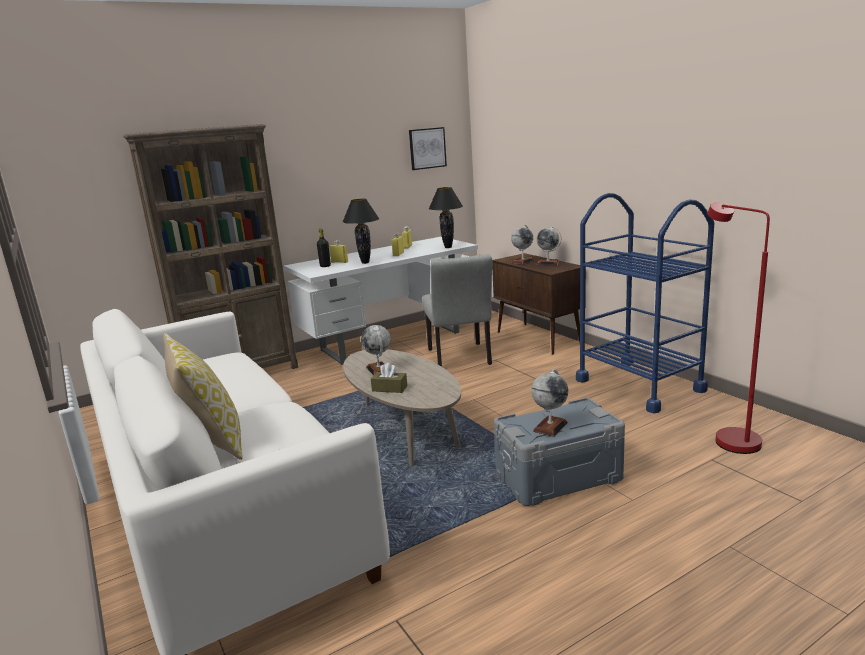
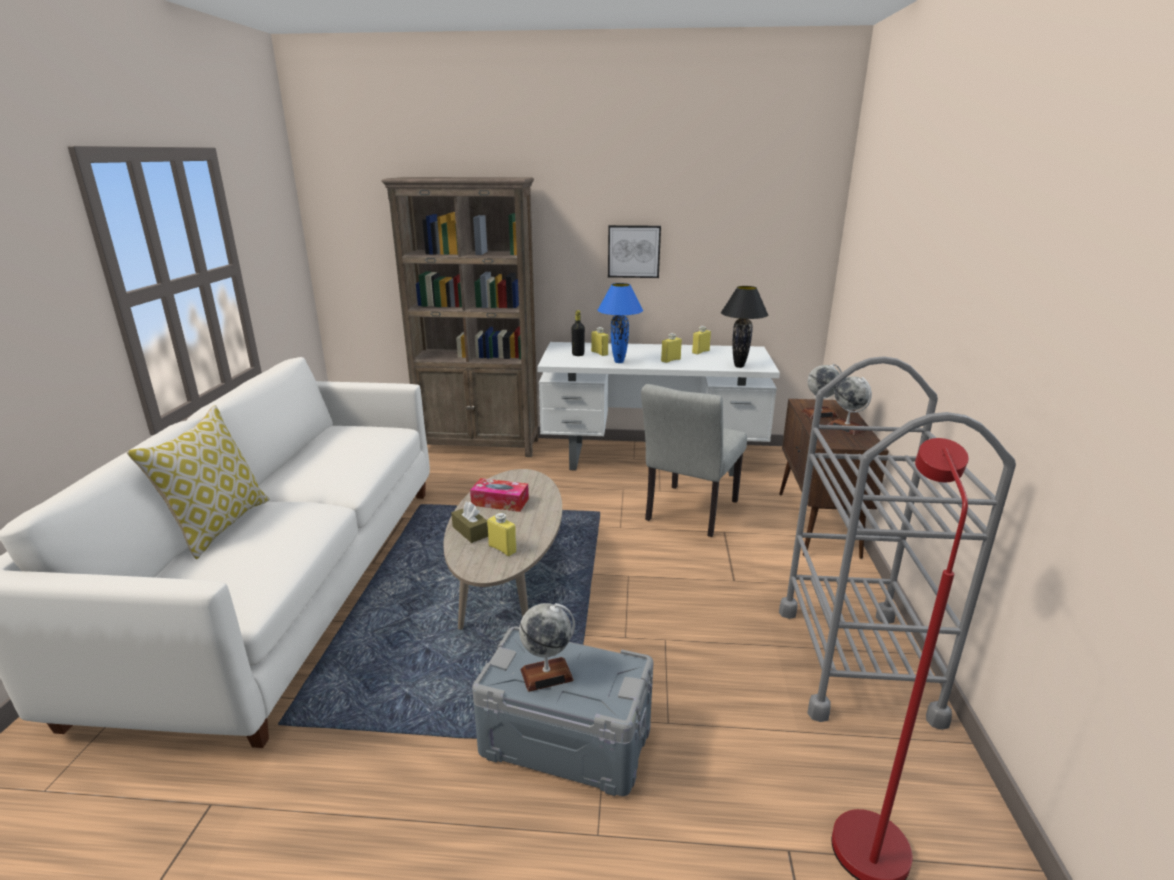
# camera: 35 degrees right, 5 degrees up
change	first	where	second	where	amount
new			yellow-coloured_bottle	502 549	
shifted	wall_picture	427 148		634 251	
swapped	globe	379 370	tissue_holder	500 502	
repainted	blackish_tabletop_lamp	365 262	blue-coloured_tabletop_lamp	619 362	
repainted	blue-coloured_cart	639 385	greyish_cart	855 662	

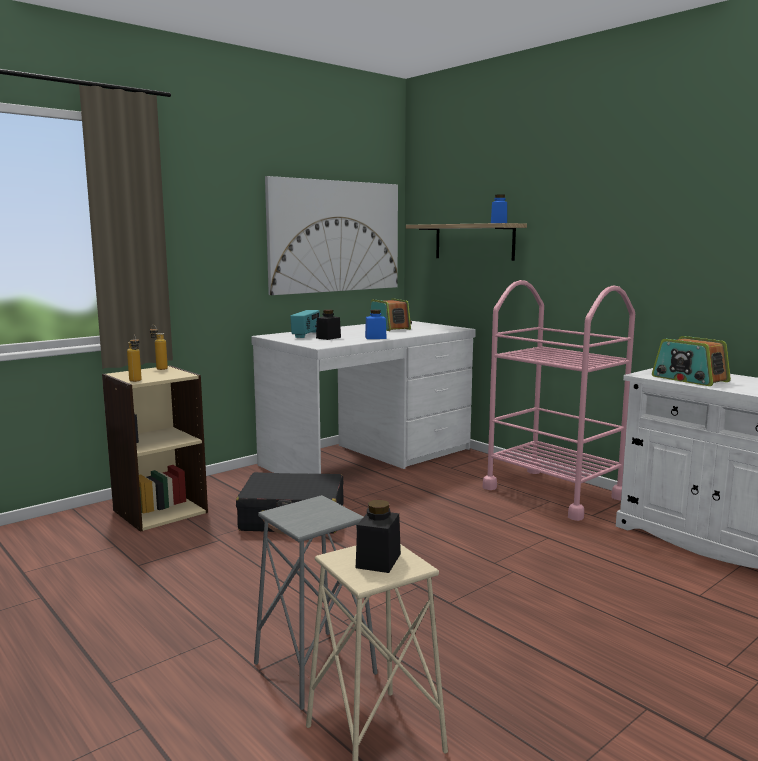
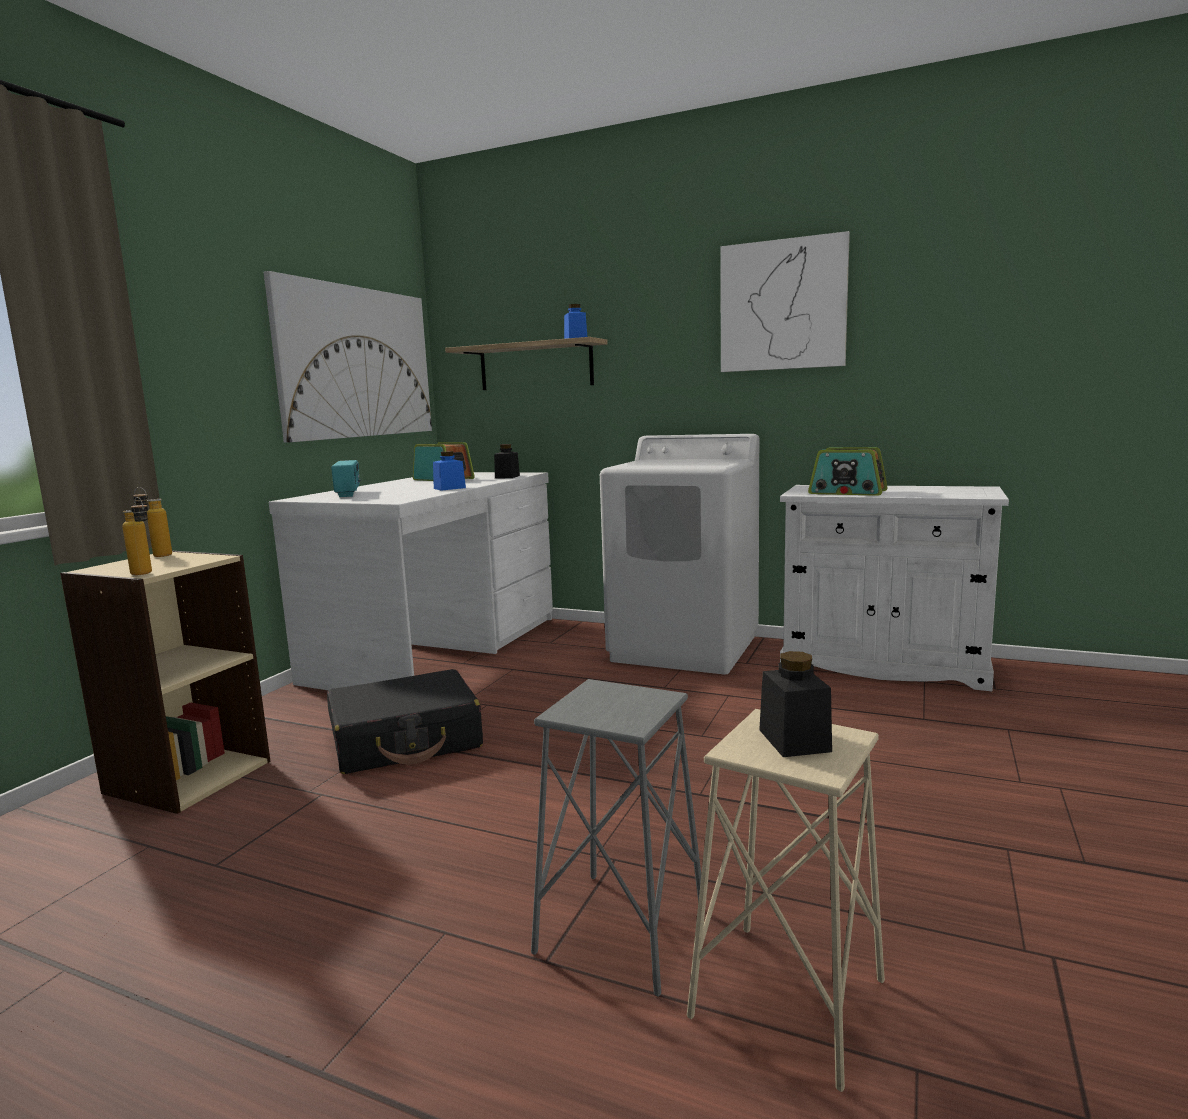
# camera: 25 degrees left, 0 degrees up
change	first	where	second	where	amount
new			wall_picture	783 305	
shifted	blackish_storage_jar	328 338		507 477	
swapped	pink-coloured_cart	553 493	white_washing_machine	685 648	

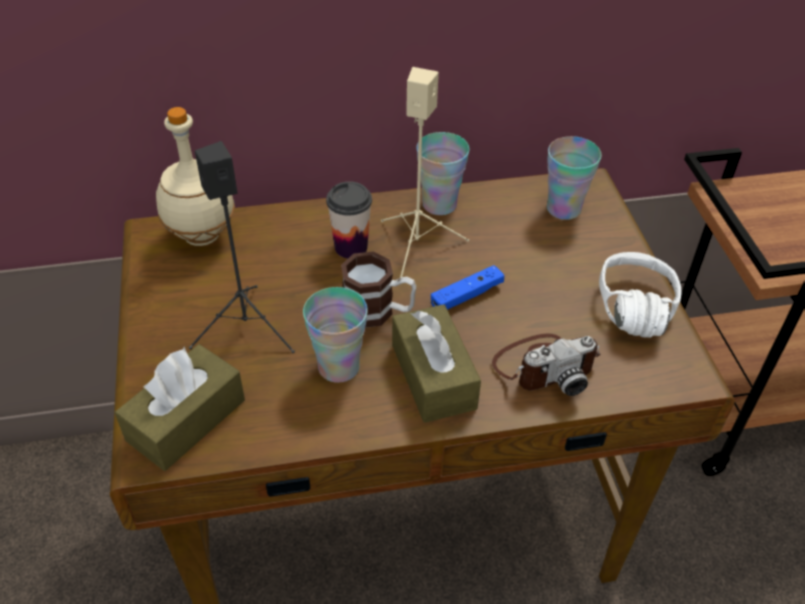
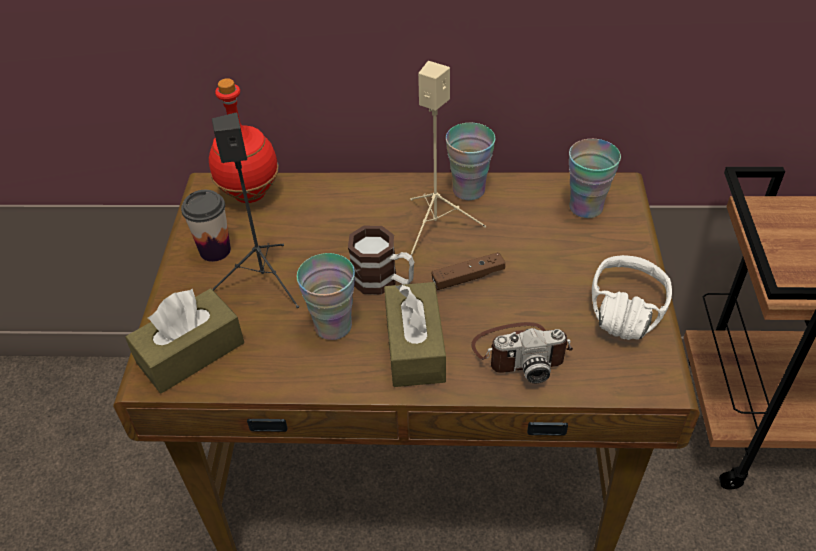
# camera: 15 degrees right, 0 degrees up
change	first	where	second	where	amount
shifted	small_cup	351 247		215 250	
repainted	beige-coloured_bottle	201 236	red_bottle	249 195	
repainted	blue-coloured_gamepad	467 295	brownish_gamepad	468 277	

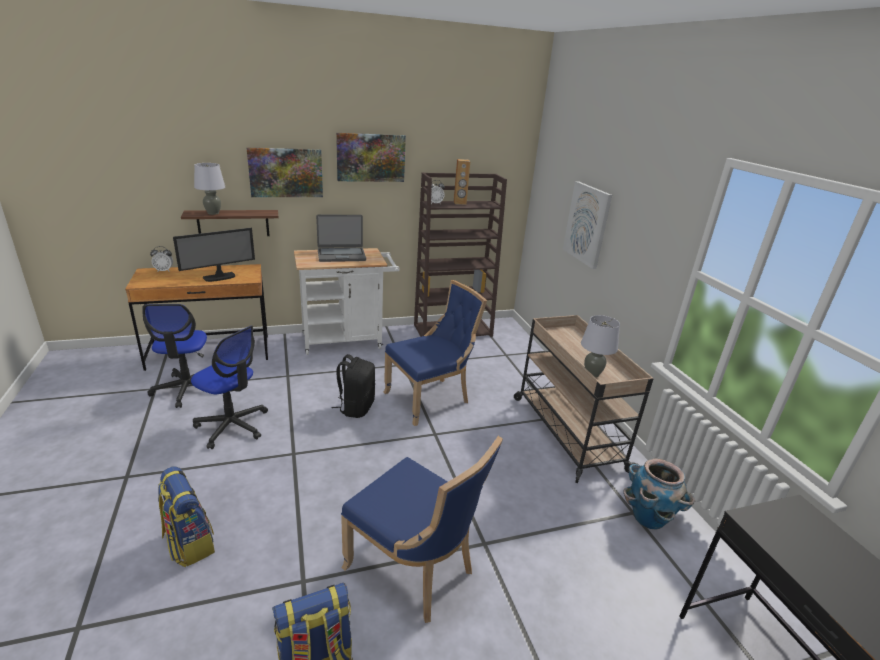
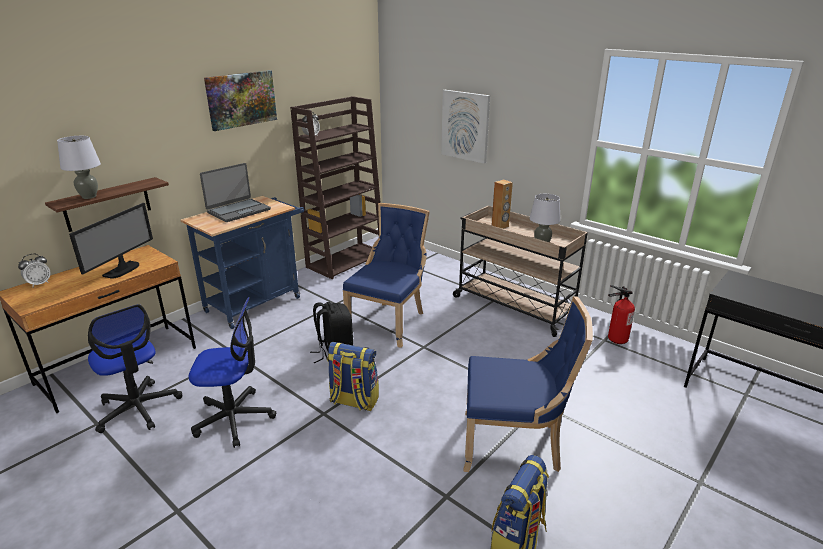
# camera: 30 degrees left, 0 degrees up
change	first	where	second	where	amount
gone	wall_picture	286 172			
shifted	rucksack	189 543		353 401	
shifted	brownish_loudspeaker	460 203		500 226	
swapped	flower_pot	648 518	extinguisher	615 339	
repainted	white_cart	347 340	blue-coloured_cart	258 302	

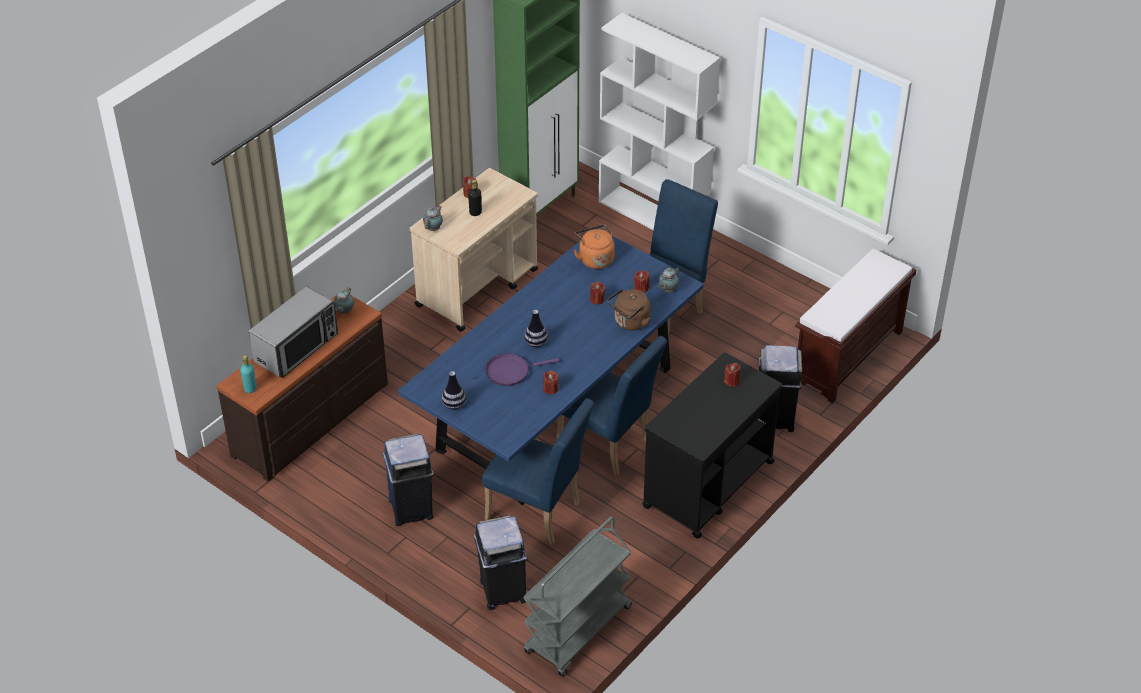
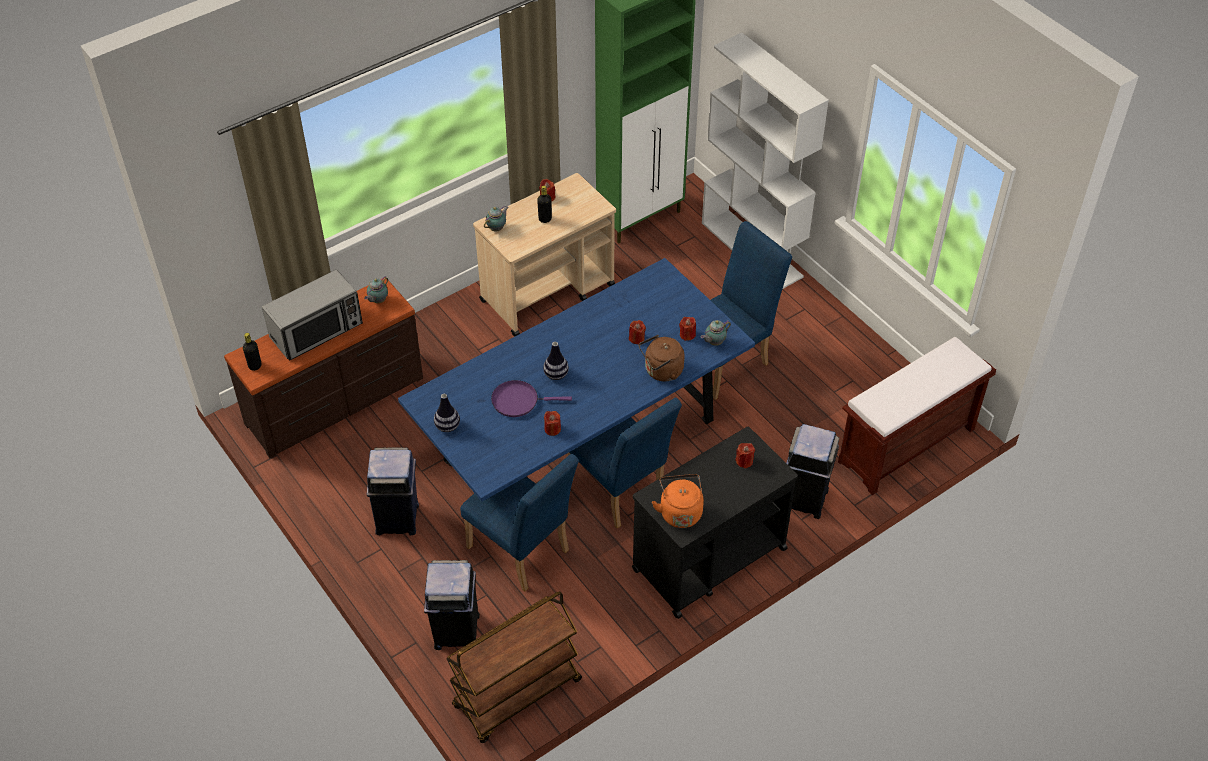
# camera: 15 degrees right, 5 degrees up
change	first	where	second	where	amount
shifted	orange-coloured_kettle	595 259		680 511	
repainted	turquoise-coloured_bottle	250 389	blackish_bottle	255 366	
repainted	greyish_cart	578 631	brownish_cart	517 695	

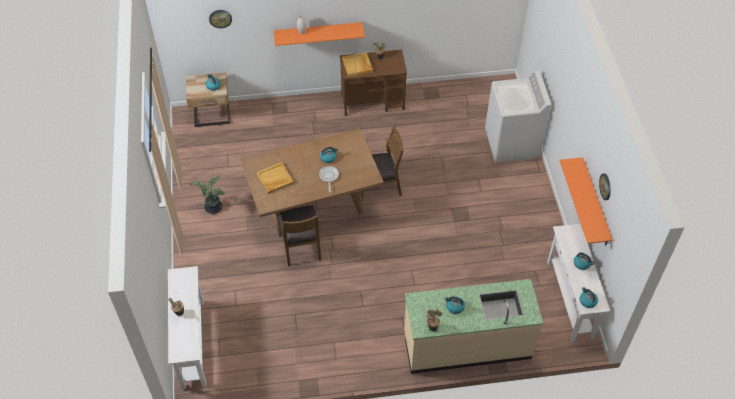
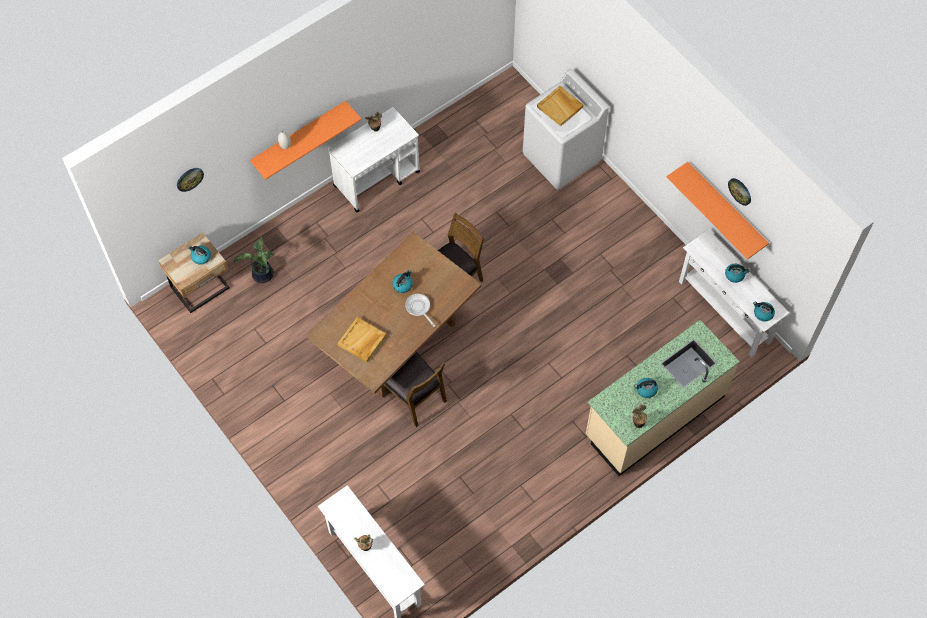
# camera: 30 degrees left, 10 degrees up
change	first	where	second	where	amount
shifted	potted_plant	212 208		262 276	
shifted	beige-coloured_serving_tray	357 65		560 107	
repainted	brownish_cart	373 101	white_cart	377 178	

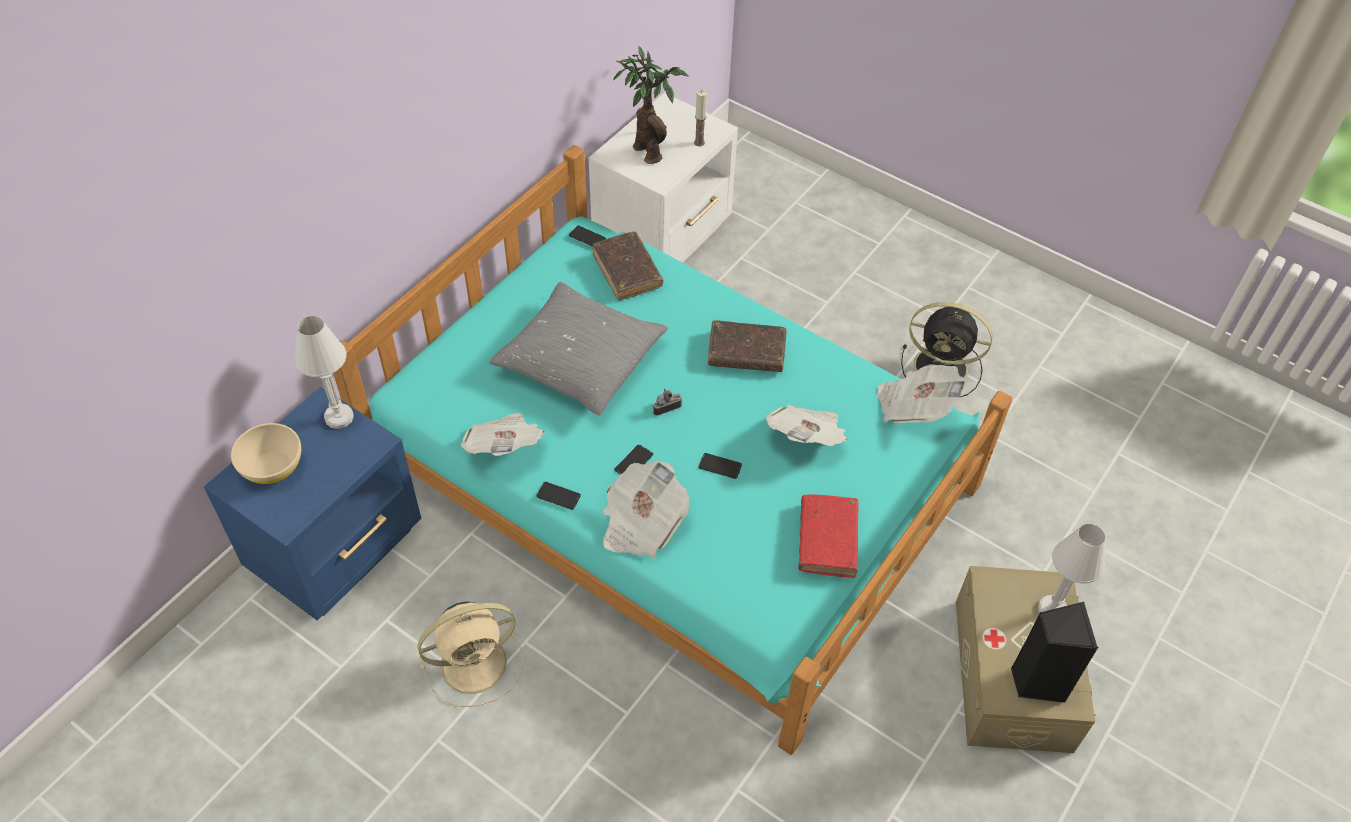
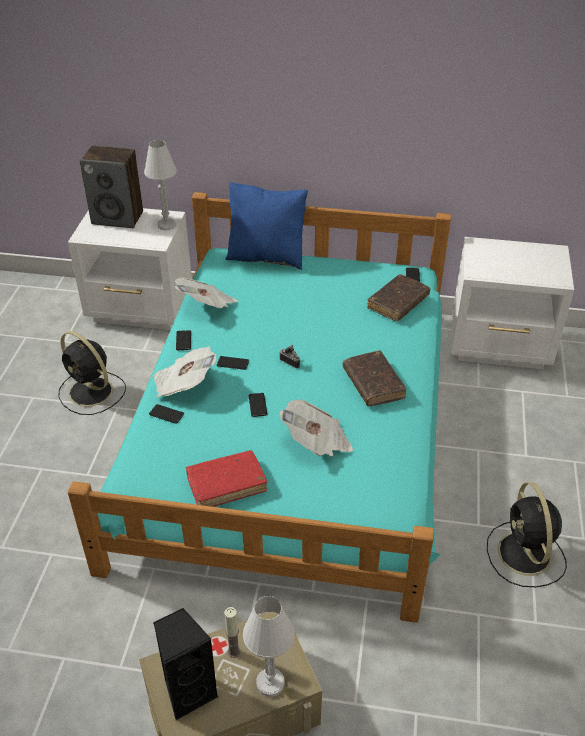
# camera: 65 degrees right, 10 degrees down
change	first	where	second	where	amount
gone	greyish_pillow	580 360			
gone	potted_plant	647 150			
gone	printed_paper	914 407			
new			phone	166 414	
new			blue-coloured_pillow	266 256	
shifted	candle	699 142		234 651	
swapped	beige-coloured_deep_dish	272 466	loudspeaker	118 217	
repainted	blue-coloured_bedside_table	339 549	white_bedside_table	141 309	
repainted	beige-coloured_cooling_fan	476 662	blackish_cooling_fan	92 392	

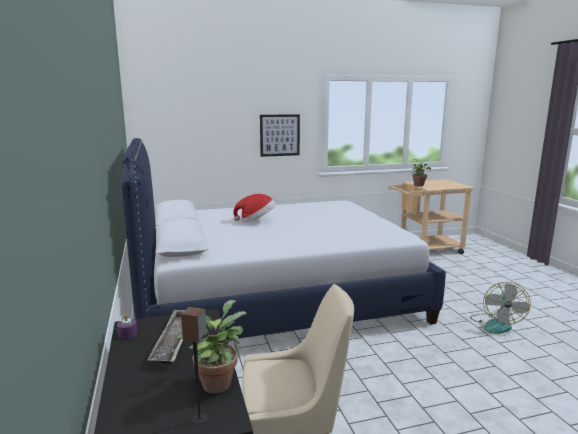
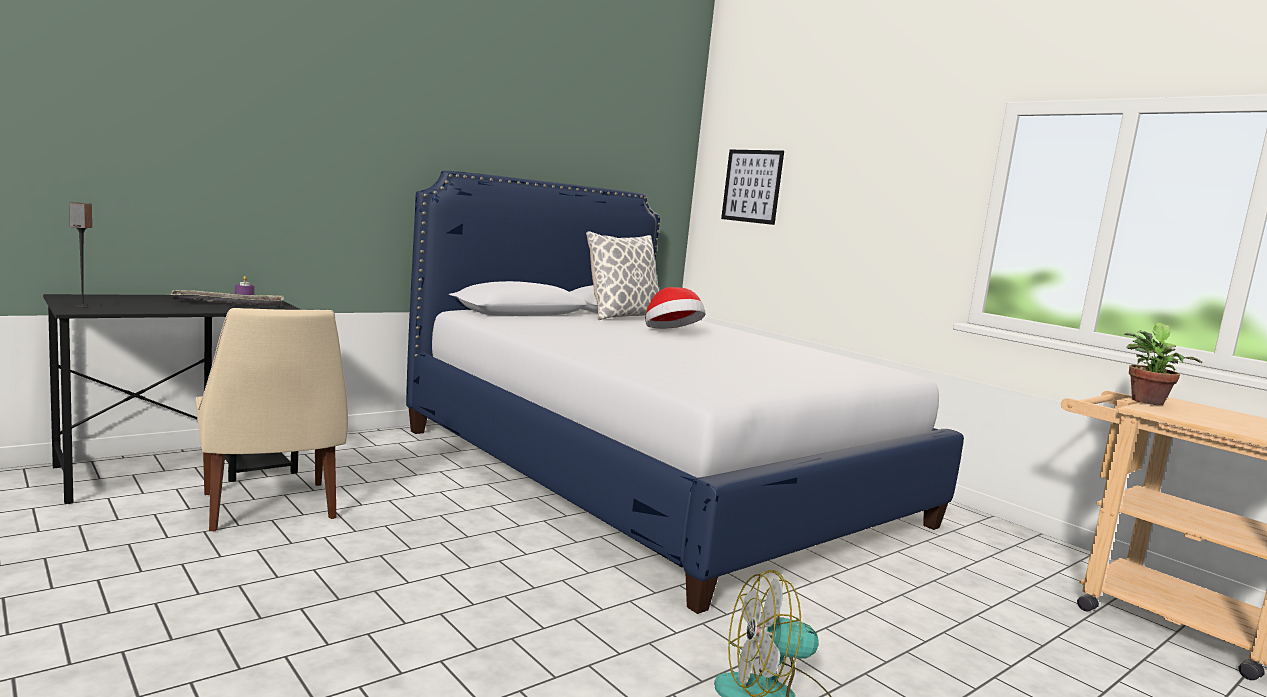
# camera: 65 degrees right, 5 degrees down
change	first	where	second	where	amount
gone	potted_plant	217 382			
new			pillow	622 317	
shifted	wall_picture	279 135		752 186	

